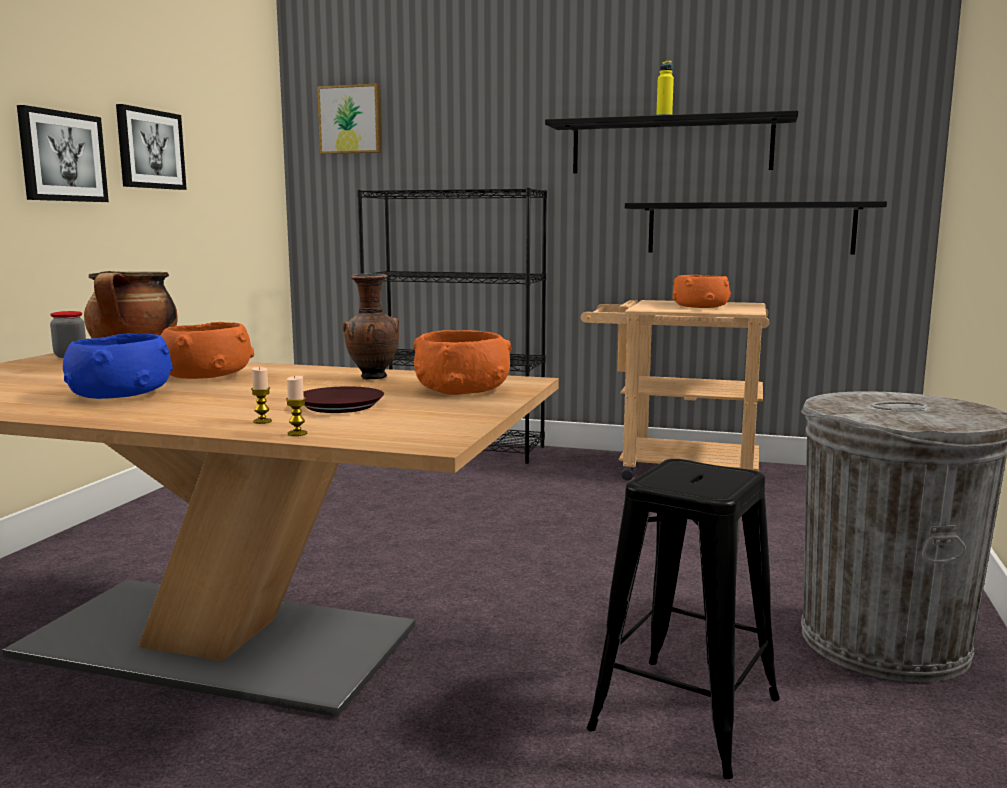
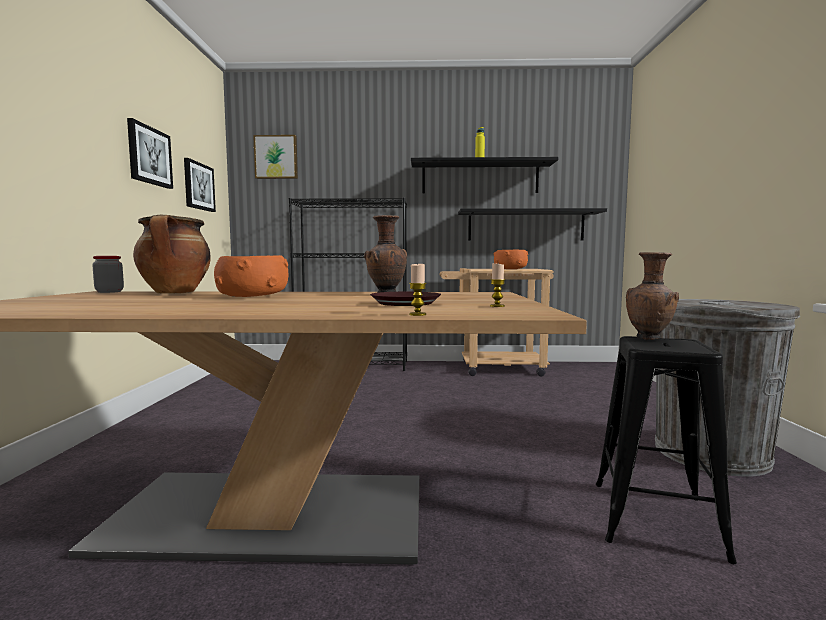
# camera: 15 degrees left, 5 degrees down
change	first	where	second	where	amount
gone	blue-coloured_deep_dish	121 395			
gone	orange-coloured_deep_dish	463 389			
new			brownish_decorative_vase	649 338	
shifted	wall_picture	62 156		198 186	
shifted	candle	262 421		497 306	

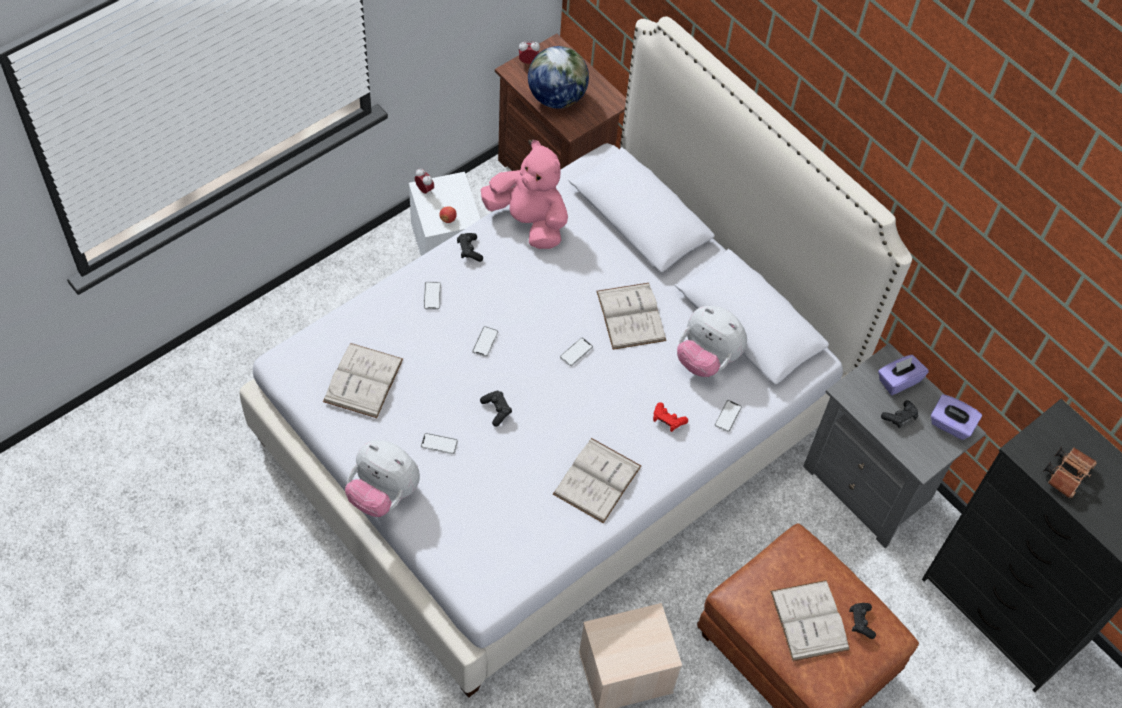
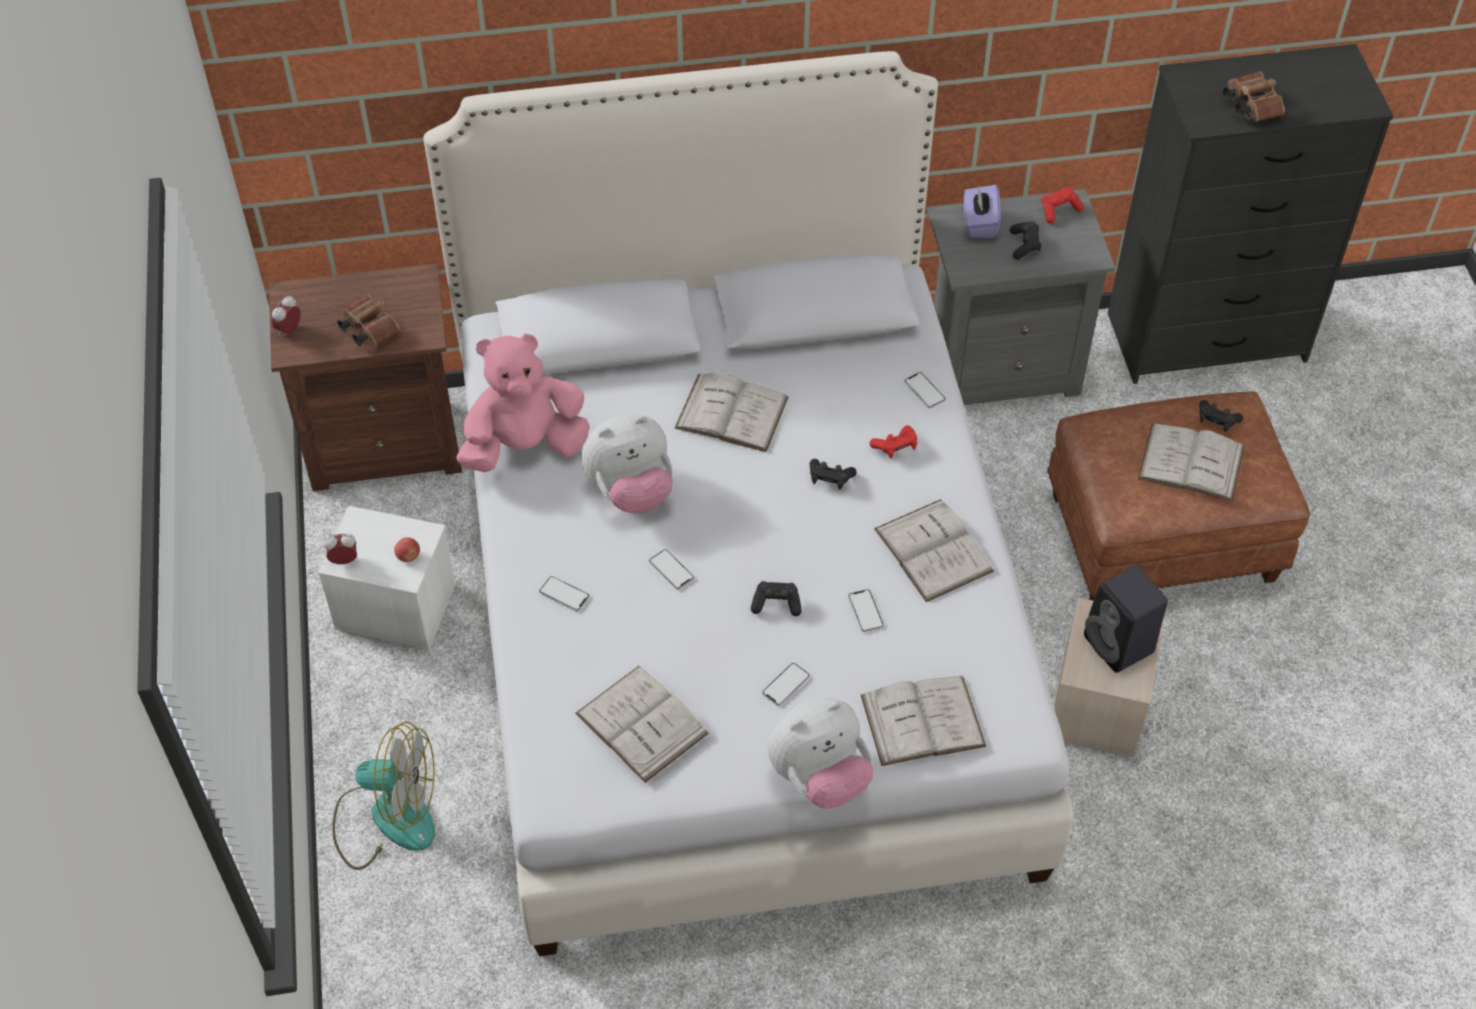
# camera: 55 degrees left, 5 degrees down
change	first	where	second	where	amount
new			cooling_fan	387 817	
new			white_volume	922 720	
new			blackish_loudspeaker	1120 645	
shifted	blackish_gamepad	469 250		830 478	
shifted	phone	576 352		865 611	
shifted	plush_toy	707 358		631 491	
swapped	globe	556 97	brownish_pair_of_binoculars	368 328	
swapped	purple-coloured_tissue_holder	950 425	red_gamepad	1059 210	

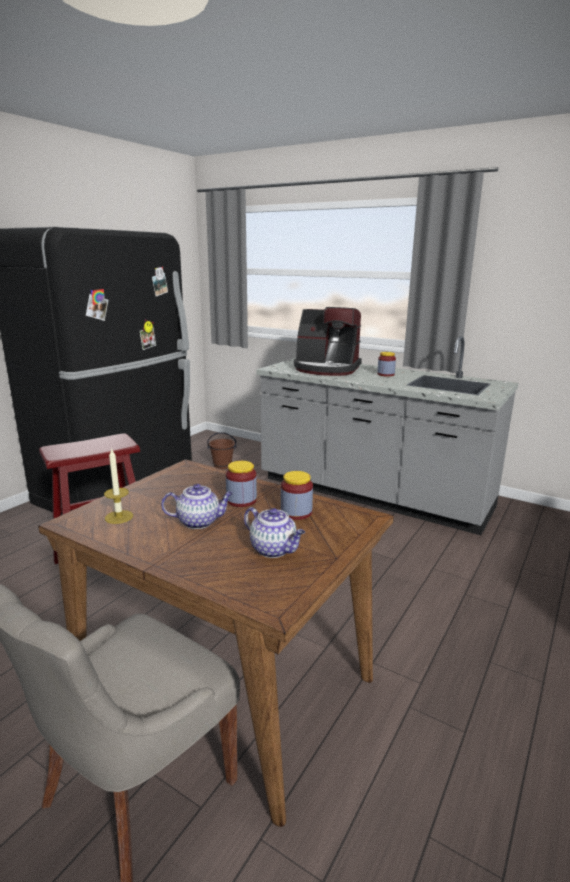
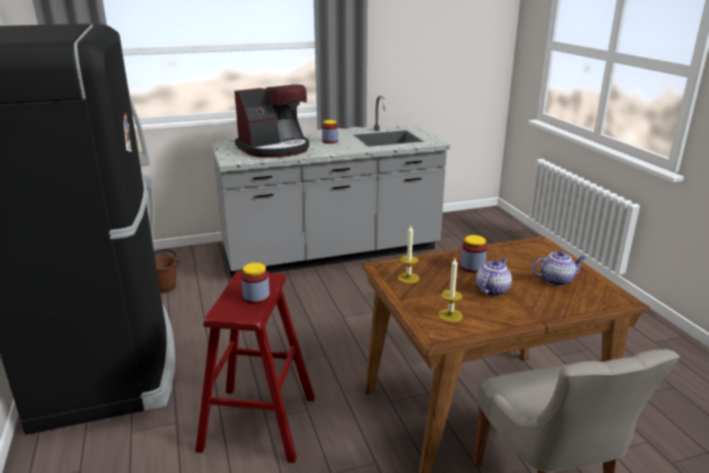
# camera: 50 degrees left, 5 degrees up
change	first	where	second	where	amount
new			candle	408 278	
shifted	storage_jar	296 512		256 297	

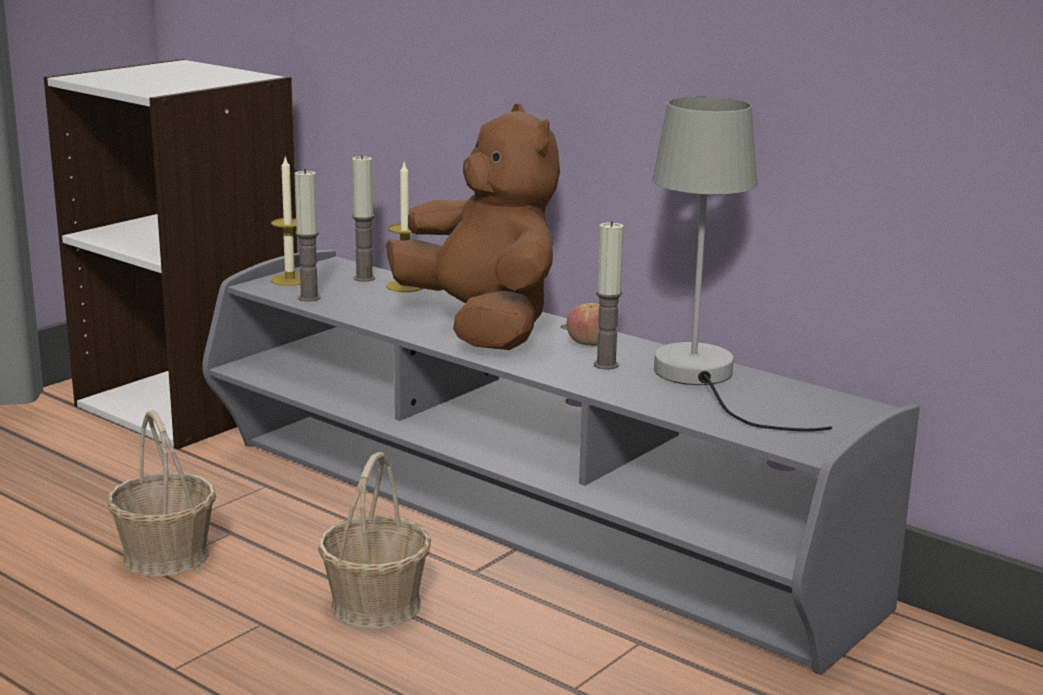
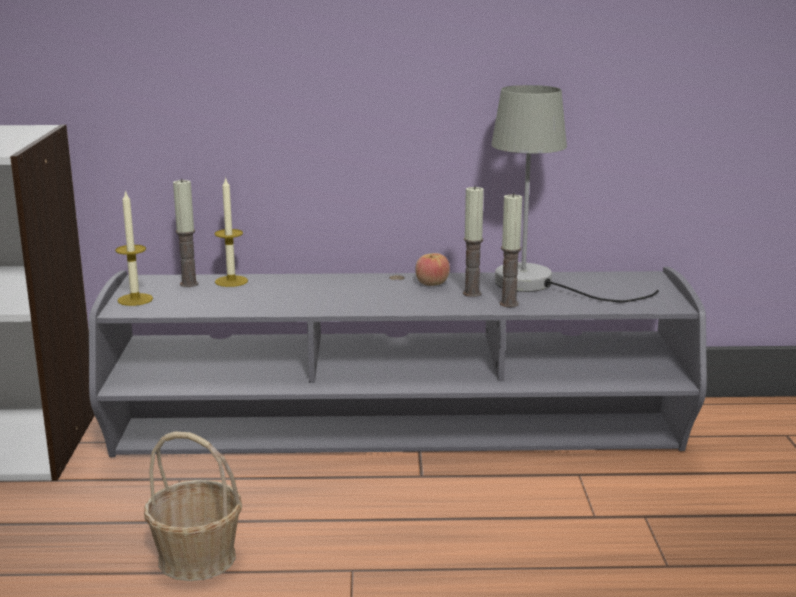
# camera: 40 degrees left, 0 degrees up
change	first	where	second	where	amount
gone	storage_basket	376 605			
gone	brownish_plush_toy	482 327			
shifted	candle	309 298		509 304	

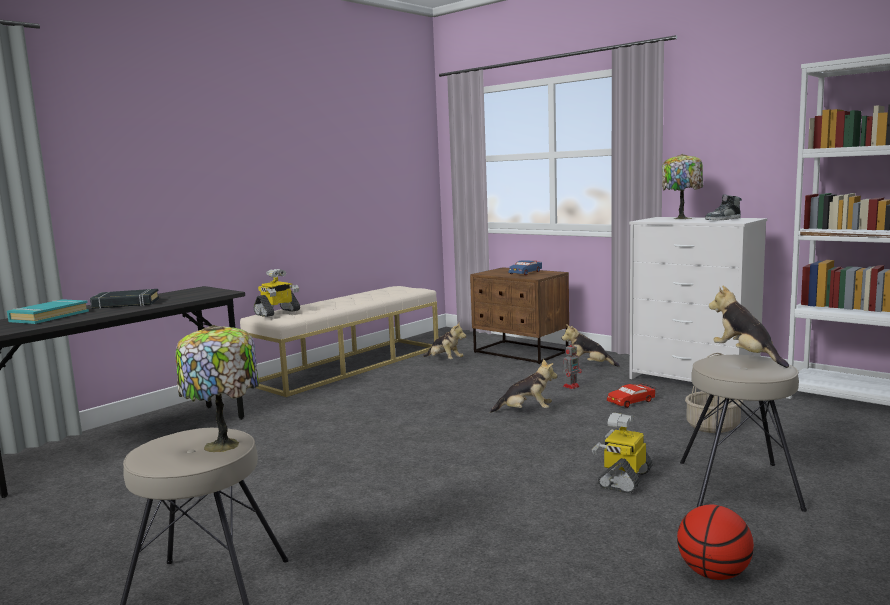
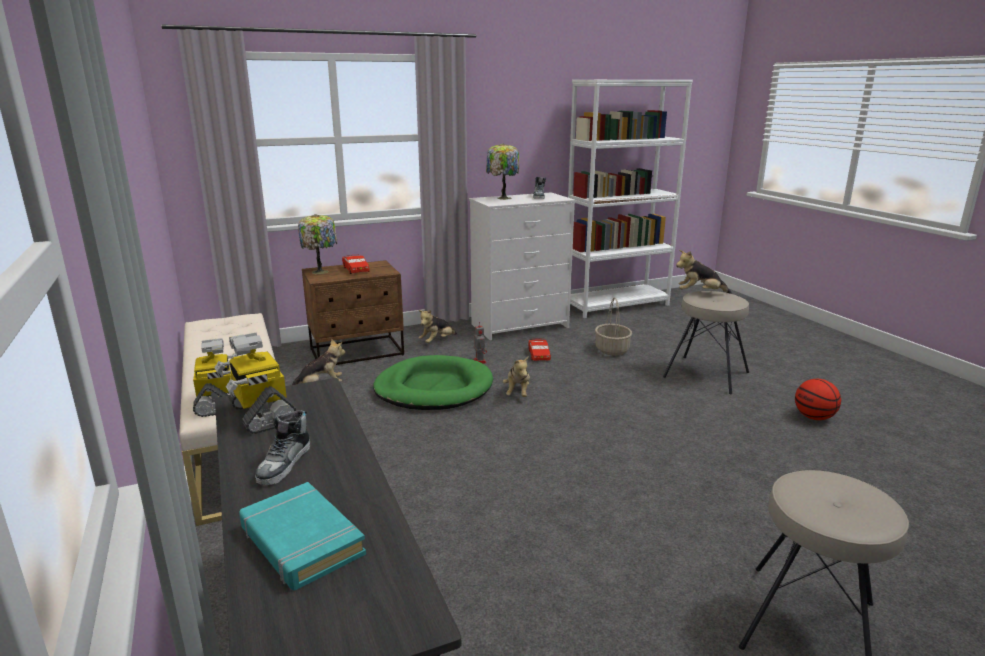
# camera: 65 degrees left, 10 degrees up
change	first	where	second	where	amount
new			green_pet_bed	433 388	
shifted	tabletop_lamp	224 445		321 271	
shifted	toy_robot	624 479		260 414	
swapped	blackish_volume	126 304	shoe	285 464	
repainted	blue-coloured_miniature_car	525 273	red_miniature_car	356 269	
rotated	plush_toy	526 411		517 392	150 degrees clockwise

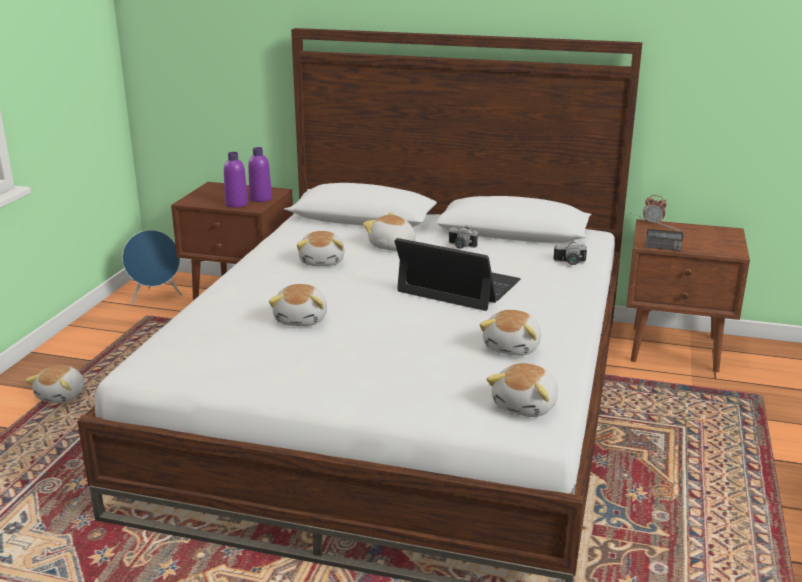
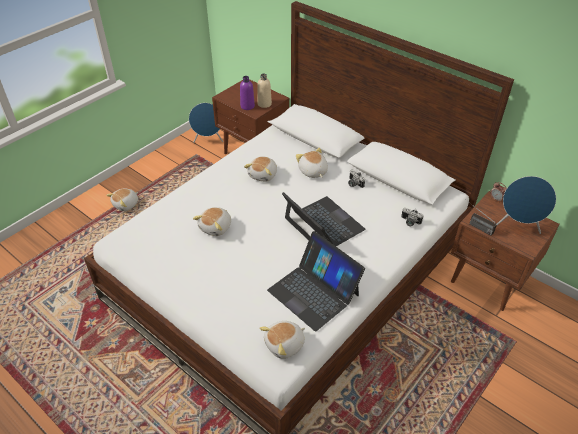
# camera: 25 degrees right, 20 degrees up
change	first	where	second	where	amount
new			blue-coloured_loudspeaker	518 226	
swapped	plush_toy	513 347	portable_computer	314 292	
repainted	purple-coloured_bottle	260 199	beige-coloured_bottle	264 104	

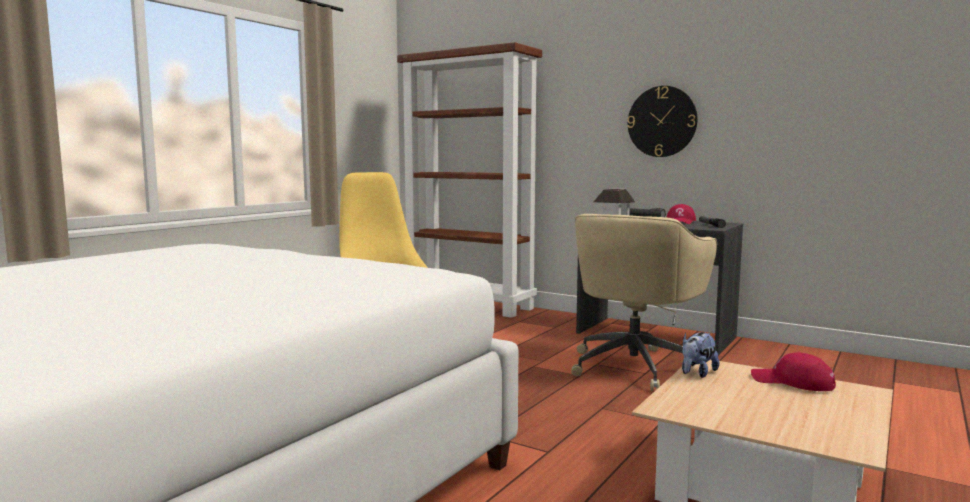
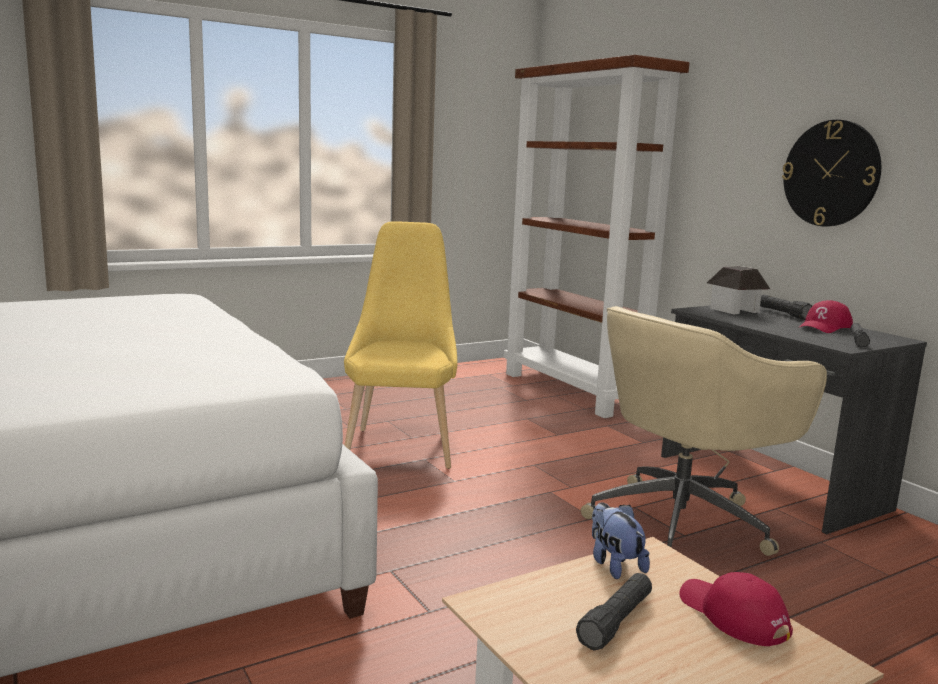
# camera: 25 degrees right, 5 degrees up
change	first	where	second	where	amount
new			blackish_hand_torch	616 622	
rotated	plush_toy	697 373		614 564	90 degrees clockwise

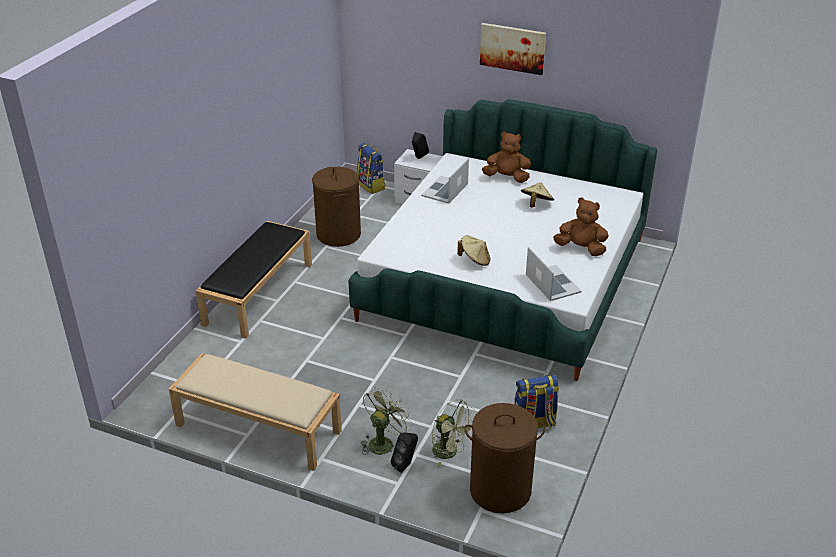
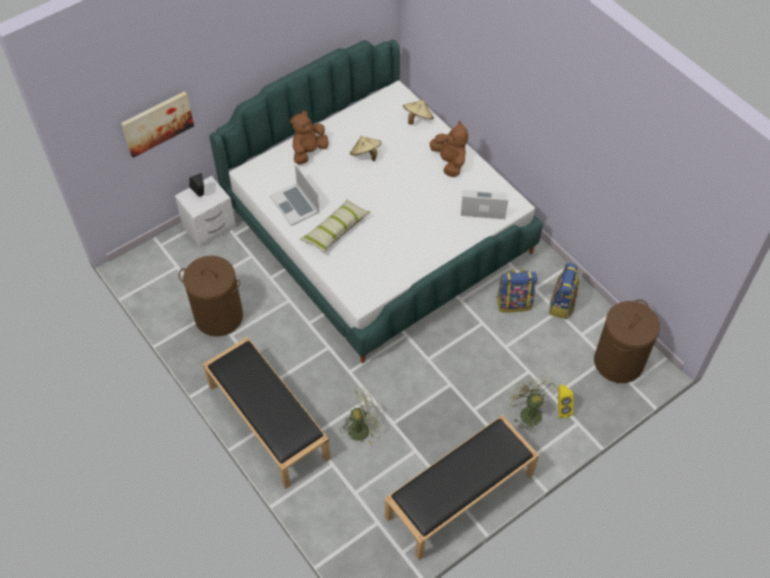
# camera: 60 degrees left, 20 degrees up
change	first	where	second	where	amount
new			pillow	335 230	
shifted	rucksack	371 186		514 302	
shifted	green_cooling_fan	450 452		363 428	
shifted	beige-coloured_hat	475 260		417 119	
shifted	wall_picture	512 48		157 123	
repainted	beige-coloured_long_seat	257 428	blackish_long_seat	459 496	
repainted	blackish_loudspeaker	406 465	yellow-coloured_loudspeaker	561 409	
rotated	brownish_plush_toy	581 248		449 162	105 degrees clockwise

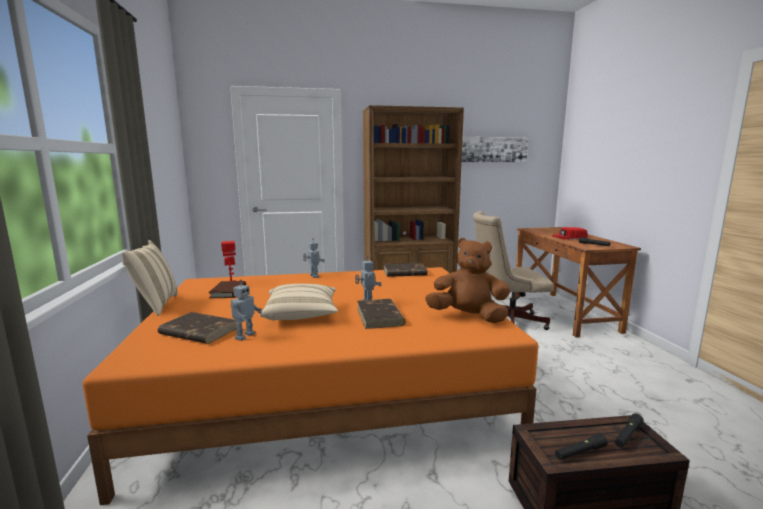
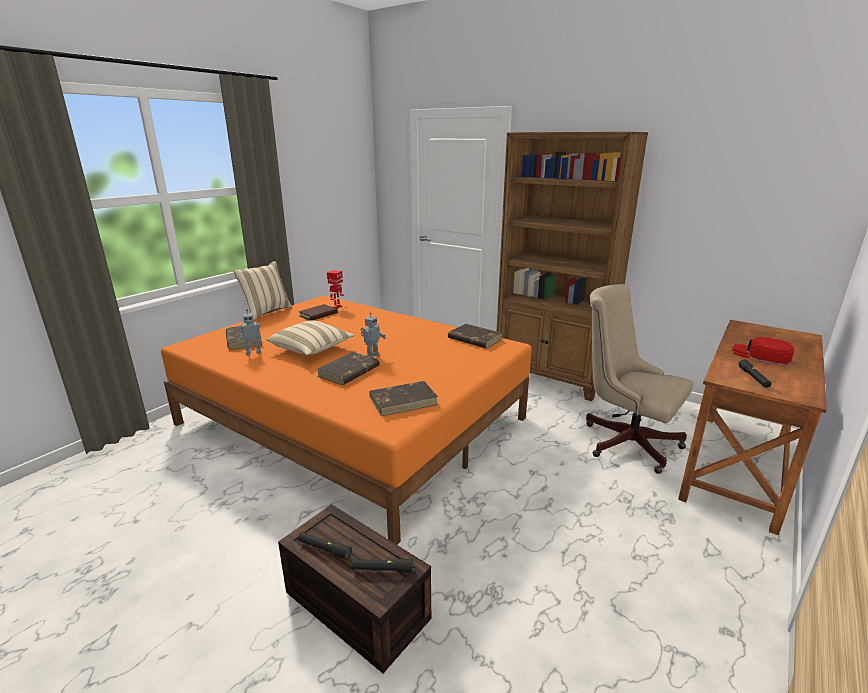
# camera: 45 degrees right, 10 degrees up
change	first	where	second	where	amount
gone	toy_robot	313 276			
gone	wall_picture	492 149			
swapped	brownish_plush_toy	468 317	brownish_volume	404 400	

